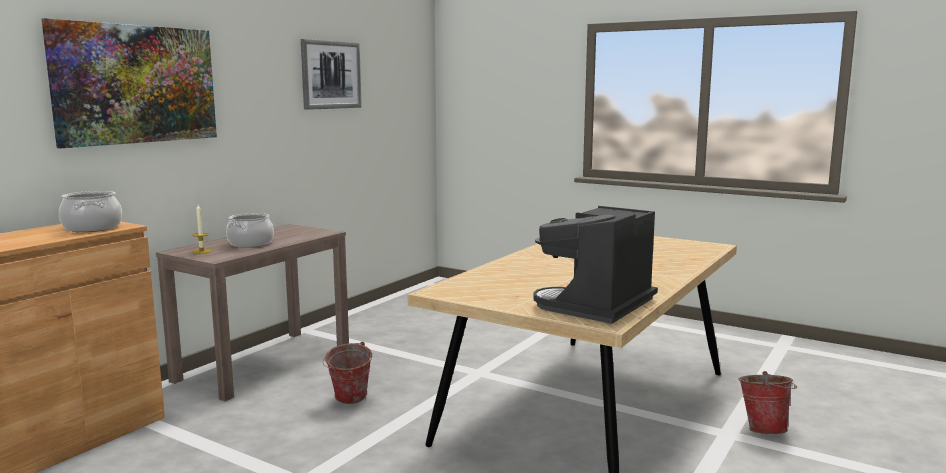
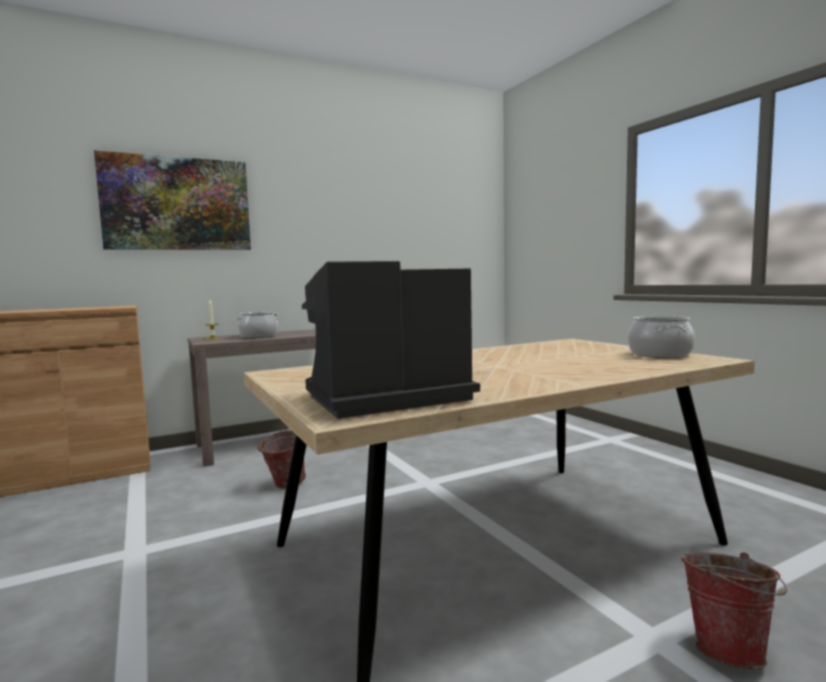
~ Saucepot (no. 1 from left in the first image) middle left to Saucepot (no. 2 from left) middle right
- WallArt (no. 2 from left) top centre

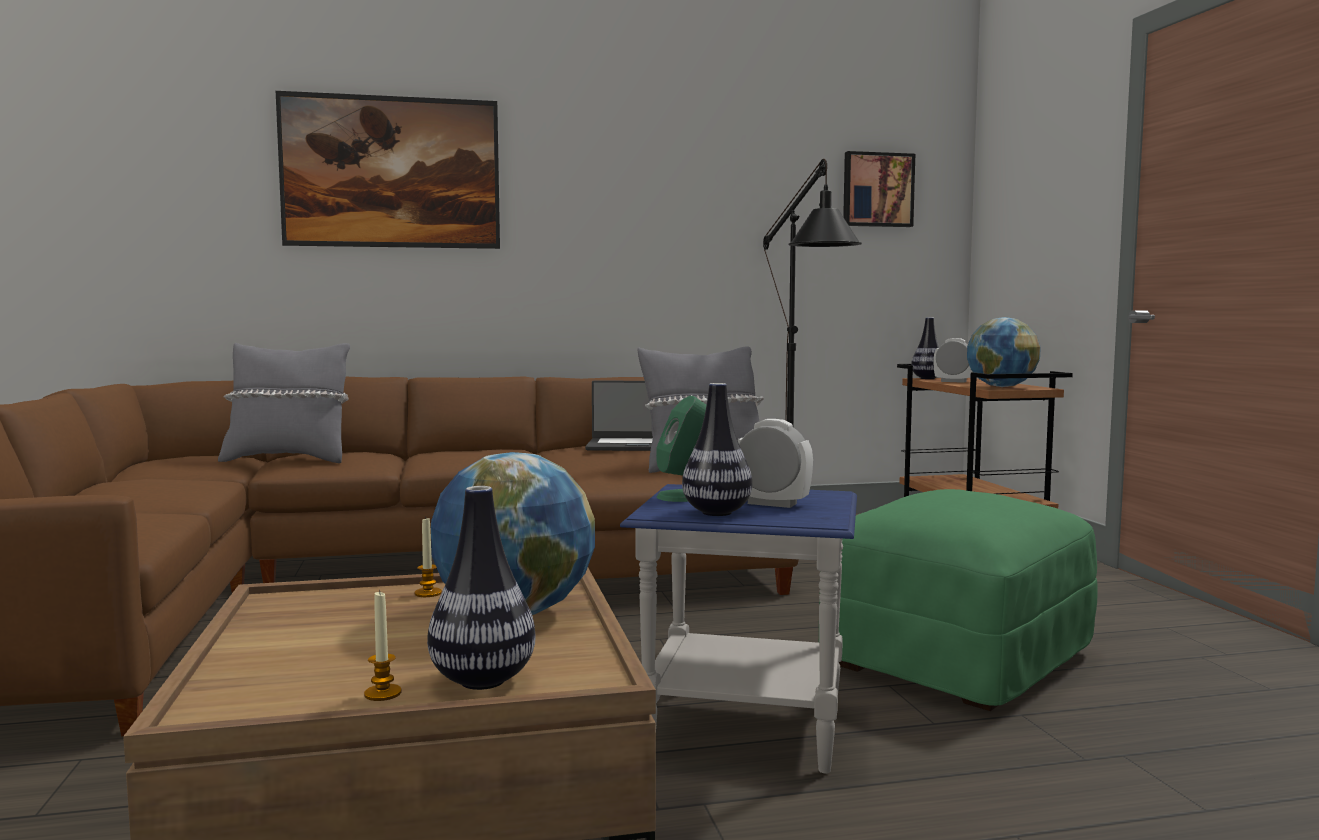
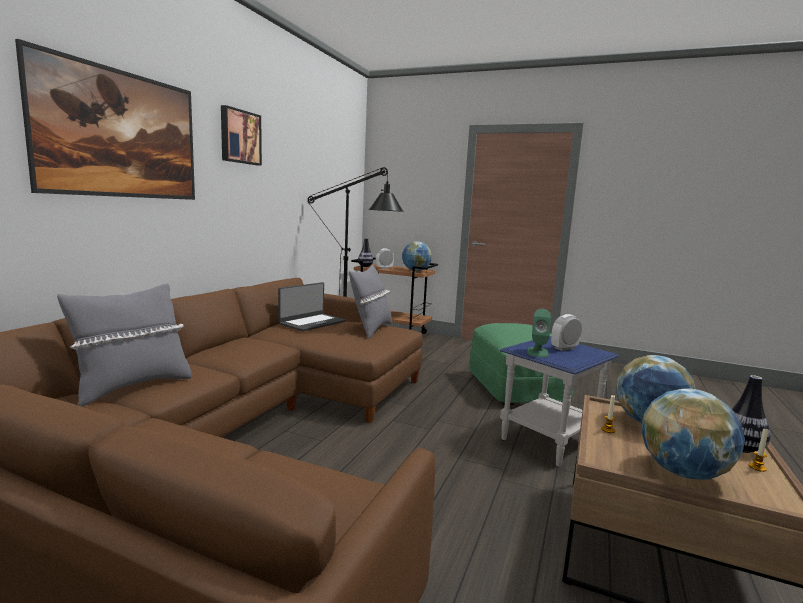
- DecorativeVase (no. 2 from left) centre
~ WallArt (no. 2 from left) top centre to top left
+ WorldGlobe (no. 3 from left) bottom right

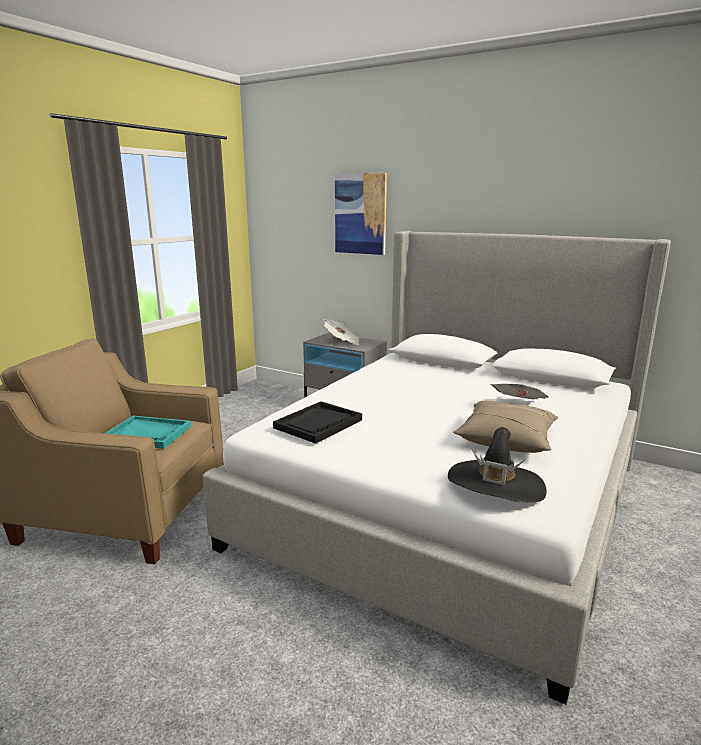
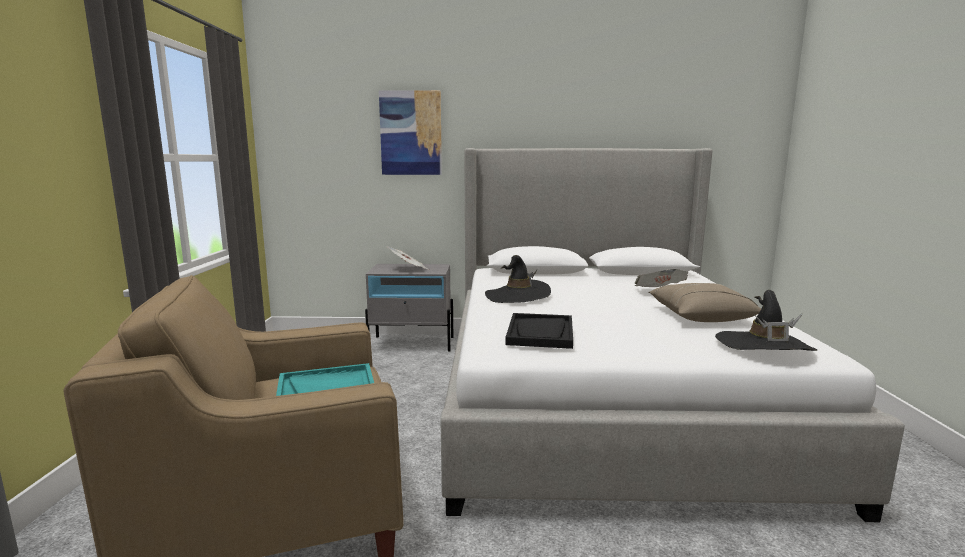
+ BlackColouredWearableHat (no. 1 from left) centre

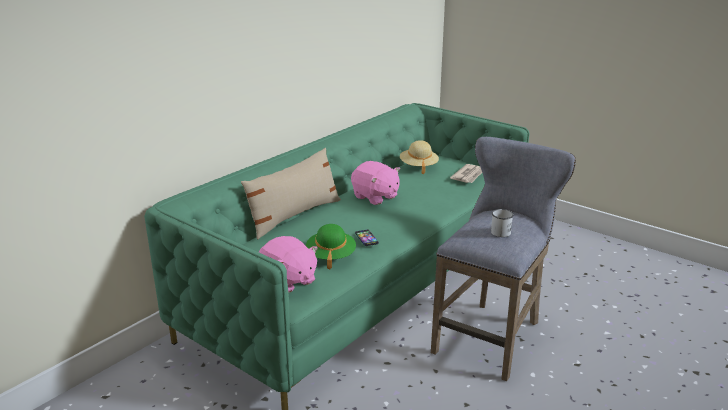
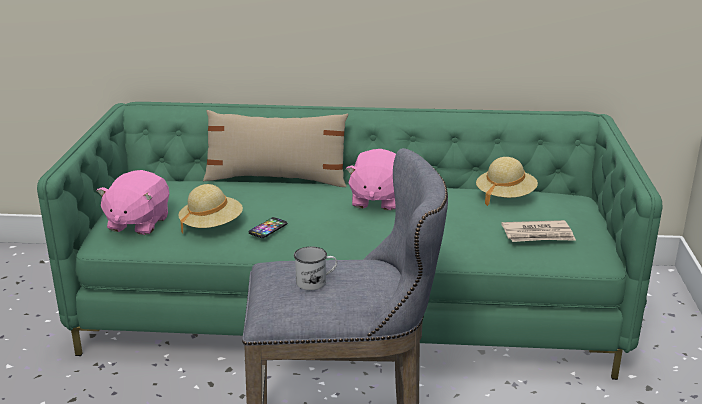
~ GreenColouredWearableHat centre to SandColouredWearableHat (no. 1 from left) middle left

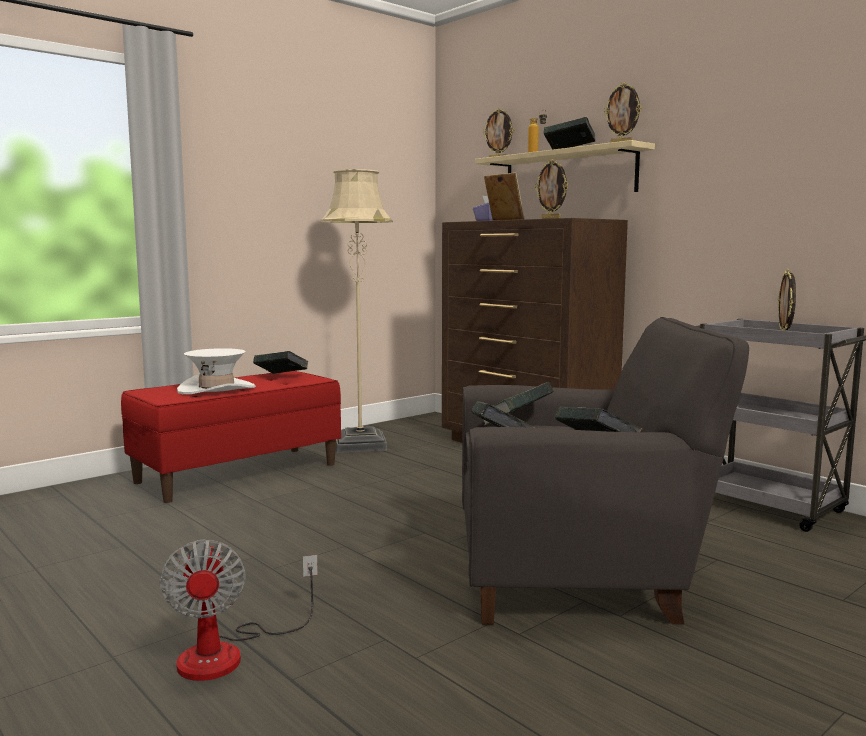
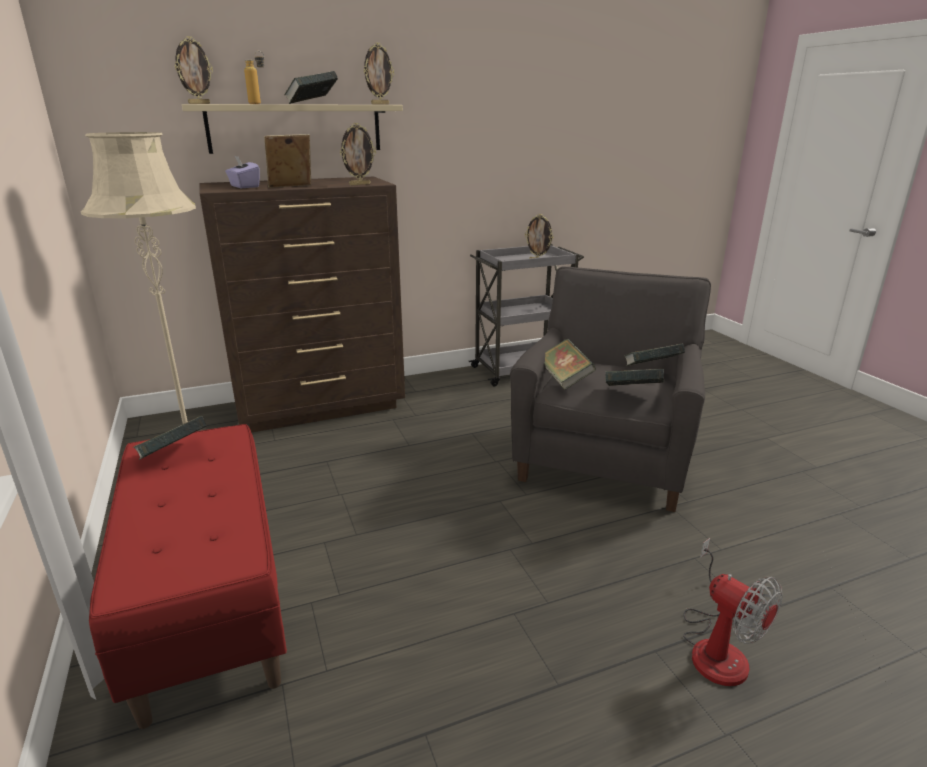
~ CoolingFan bottom left = bottom right 45 degrees clockwise
- WhiteColouredWearableHat middle left

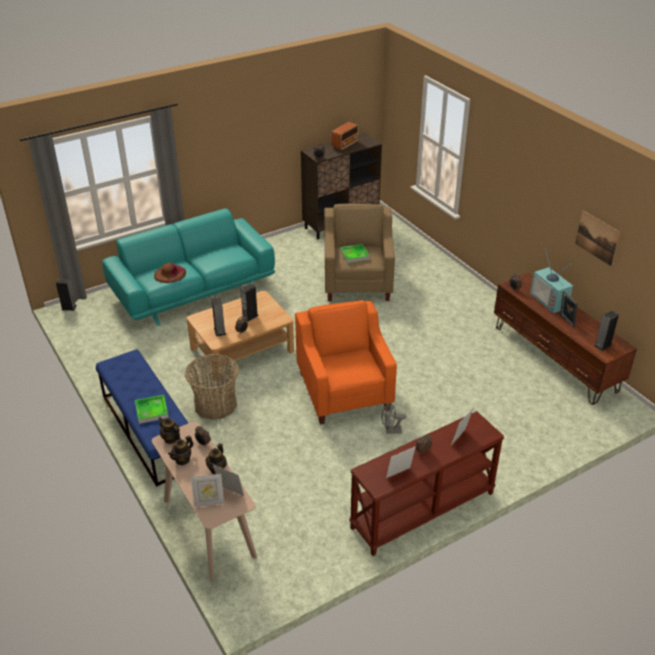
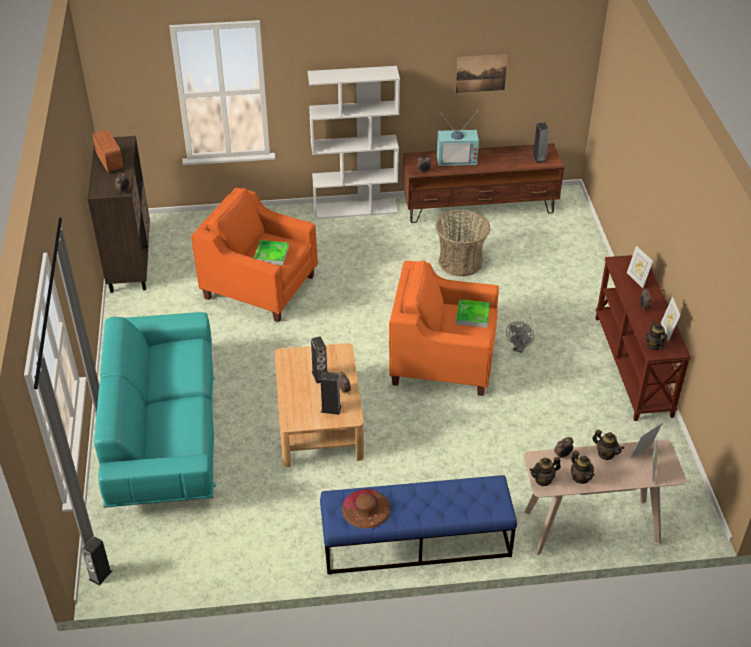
~ Tray (no. 1 from left in the first image) middle left to Tray (no. 2 from left) centre
~ BrownColouredWearableHat middle left to bottom centre
~ Basket middle left to centre
~ SandColouredArmchair centre to OrangeColouredArmchair (no. 1 from left) centre
- PhotoFrame (no. 5 from left) middle right
+ WhiteColouredBookcase top centre
+ PotForTea (no. 4 from left) middle right

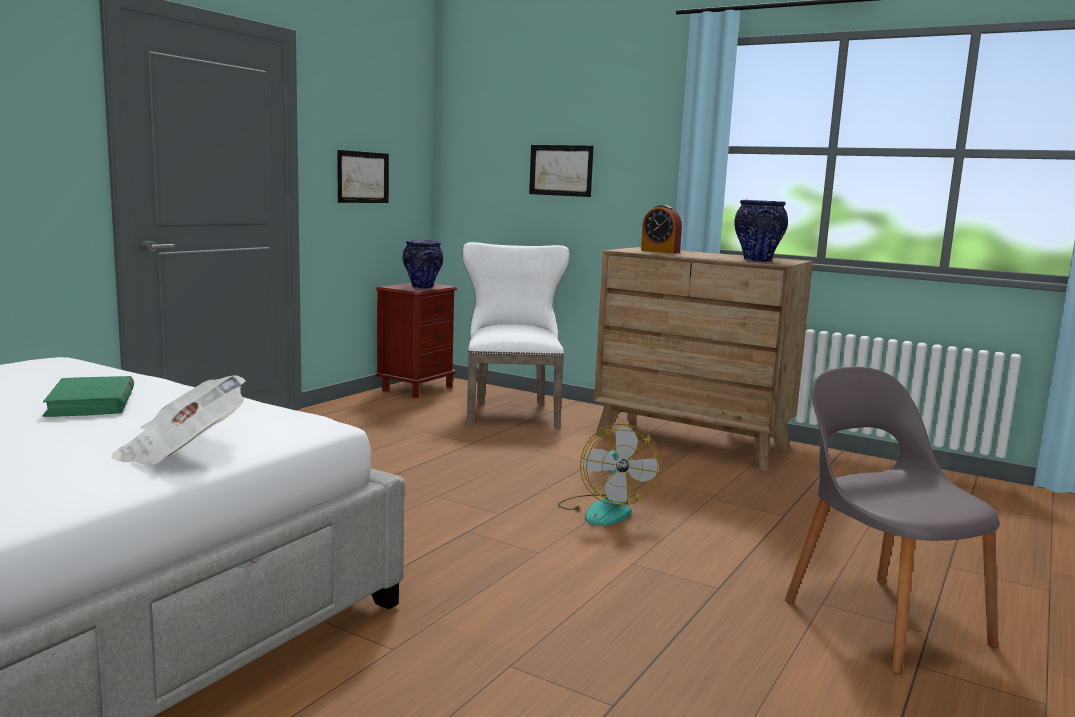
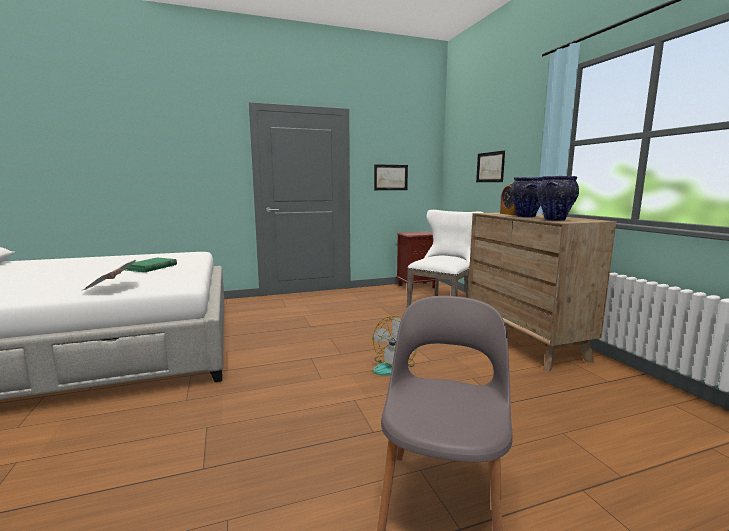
~ DecorativeVase (no. 1 from left) centre to middle right

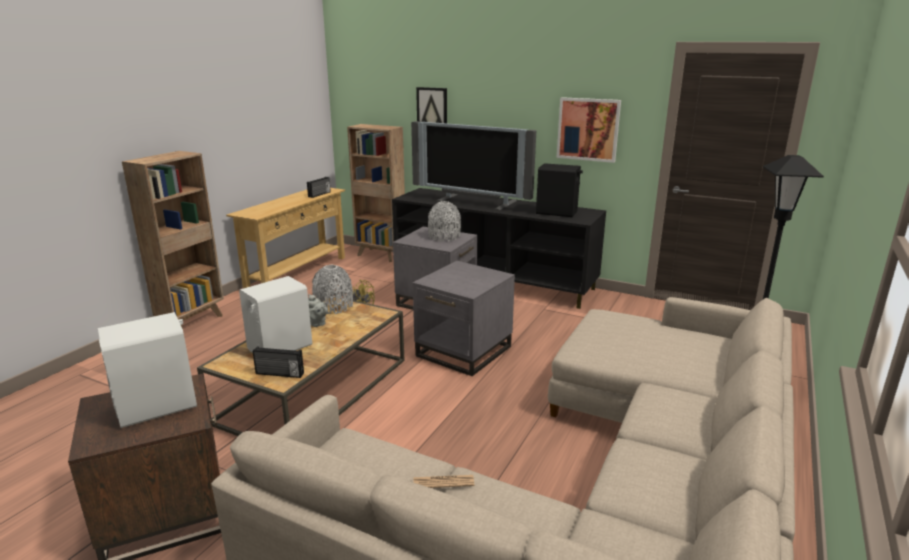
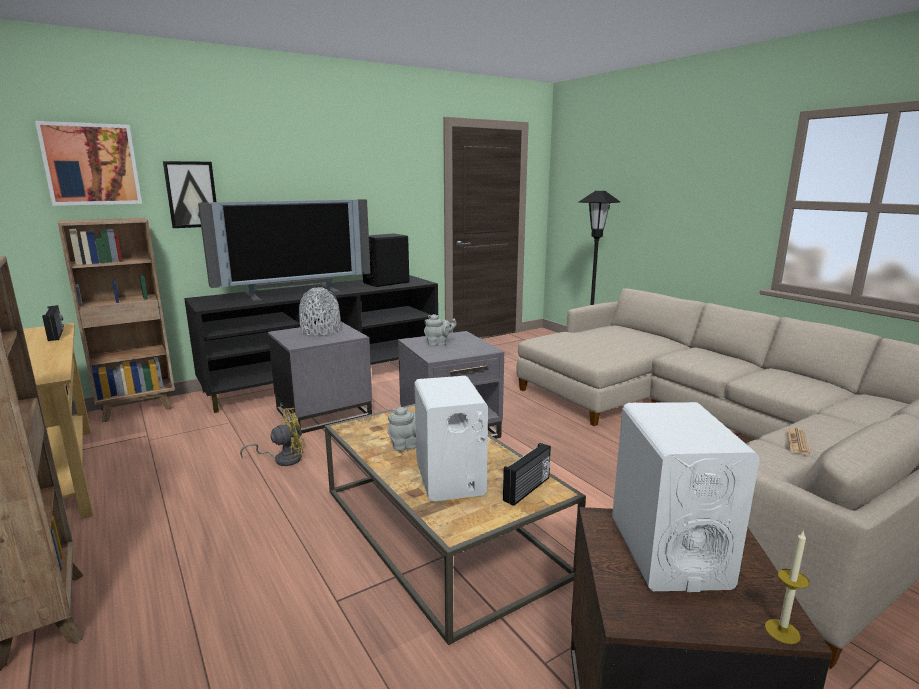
- GrayDecorativeVase (no. 1 from left) centre
~ WallArt (no. 2 from left in the first image) top centre to WallArt (no. 1 from left) top left
+ GrayPotForTea (no. 2 from left) centre
+ Candle bottom right

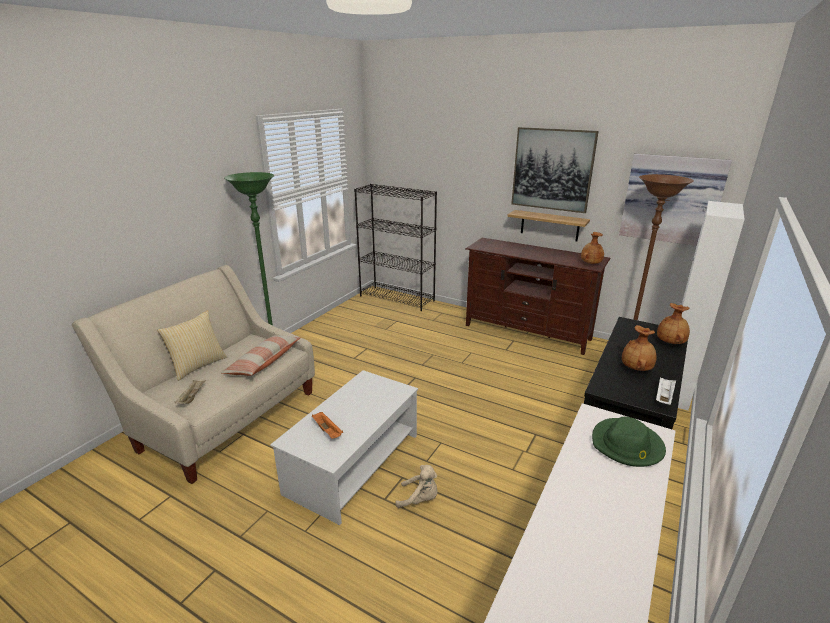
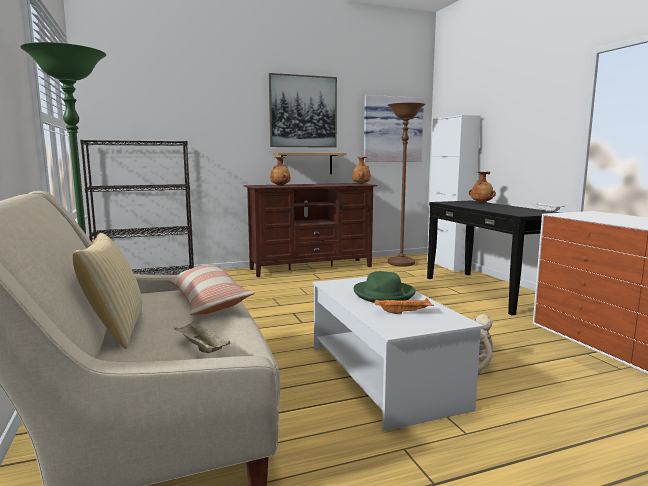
~ GreenColouredWearableHat bottom right to centre
~ BrownColouredDecorativeVase (no. 2 from left in the first image) middle right to BrownColouredDecorativeVase (no. 1 from left) centre

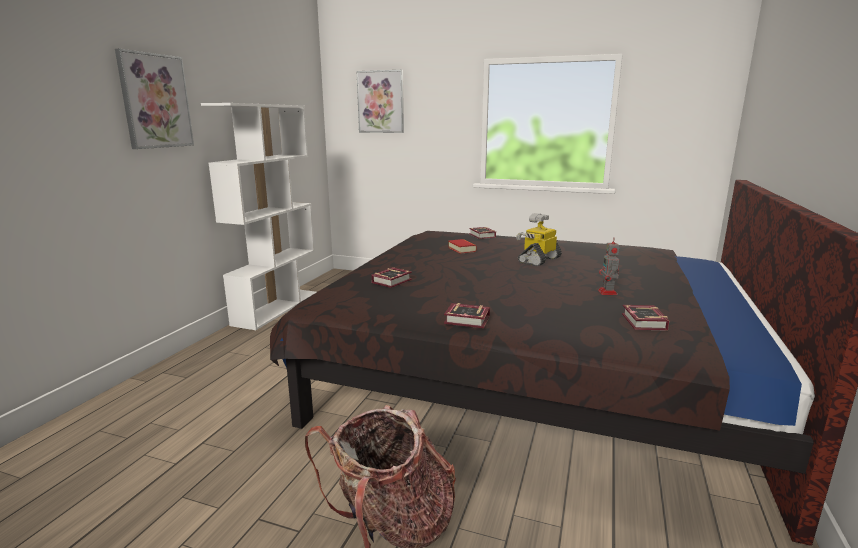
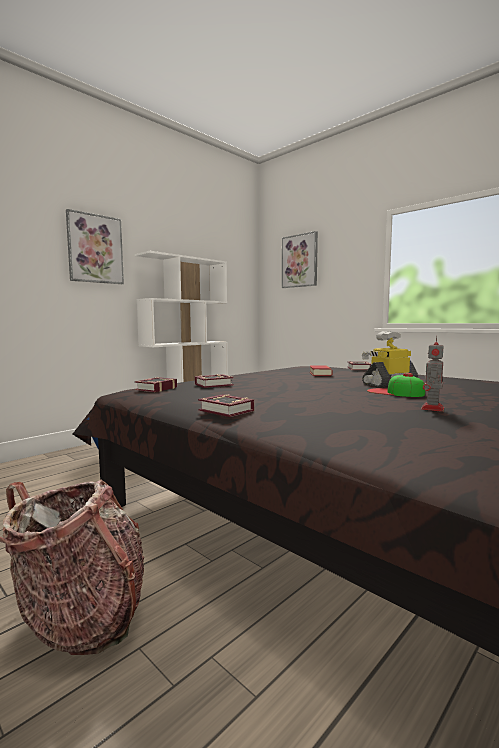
~ BoundBook (no. 5 from left in the first image) middle right to BoundBook (no. 1 from left) middle left
+ BaseballCap middle right

